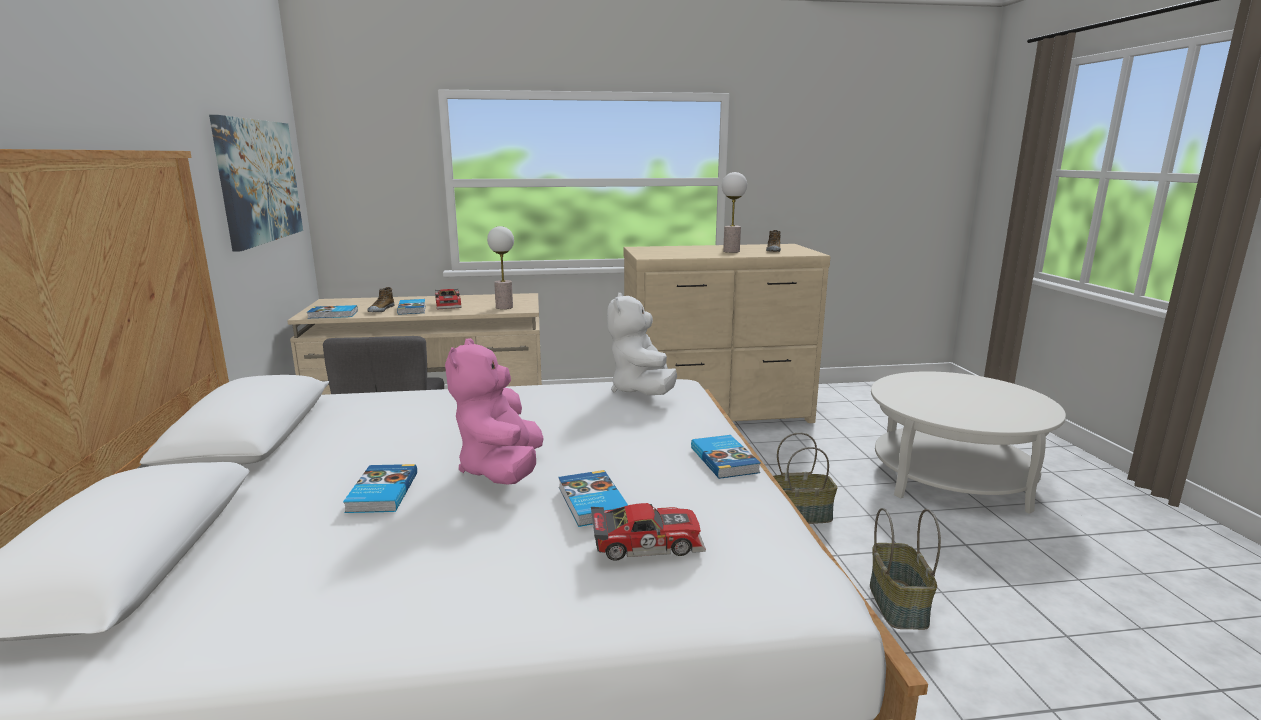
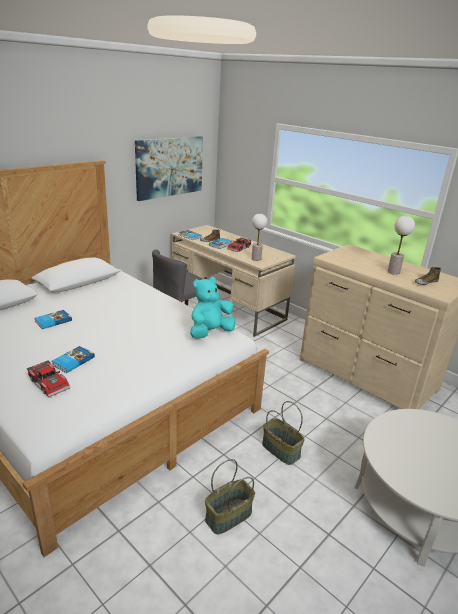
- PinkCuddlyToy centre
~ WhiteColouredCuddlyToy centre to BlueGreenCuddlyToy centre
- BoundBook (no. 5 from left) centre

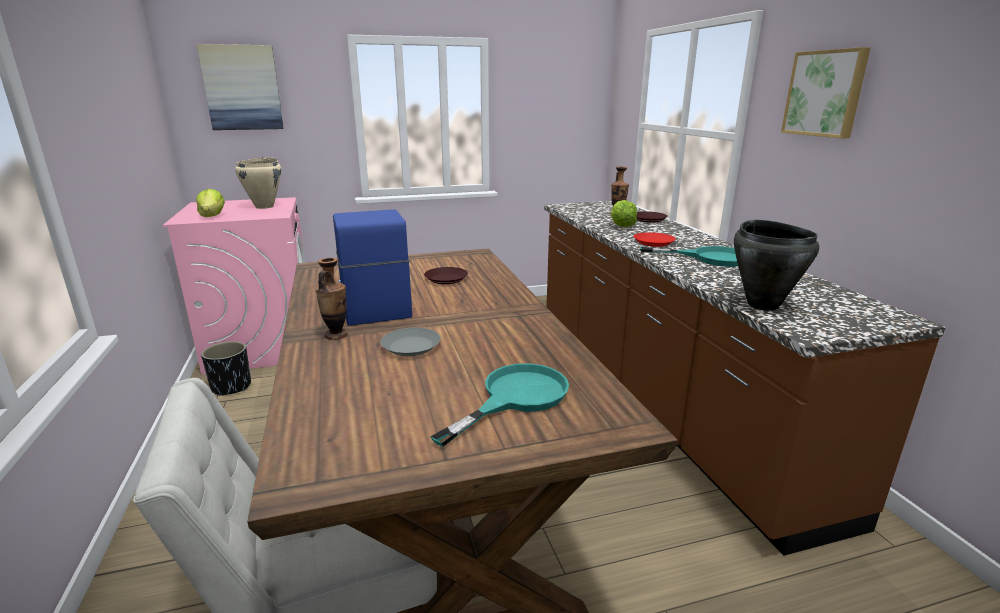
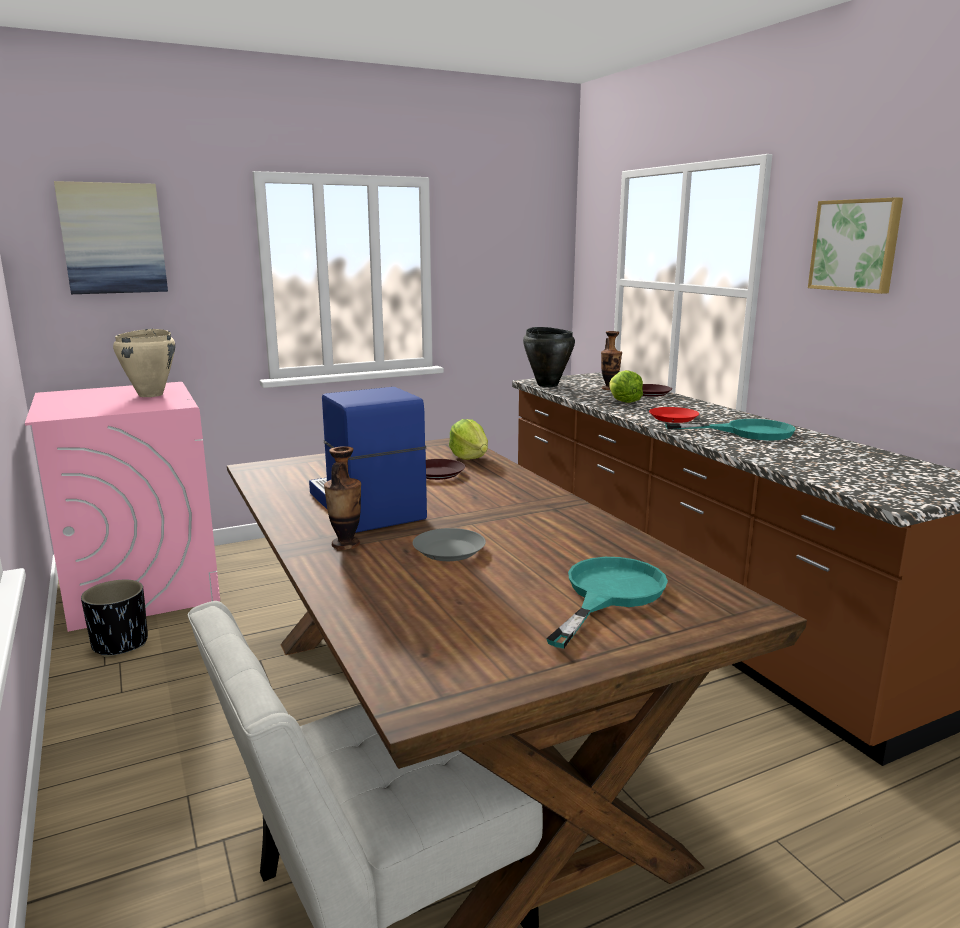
~ Lettuce (no. 1 from left) top left to centre
~ BlackColouredSaucepot middle right to centre

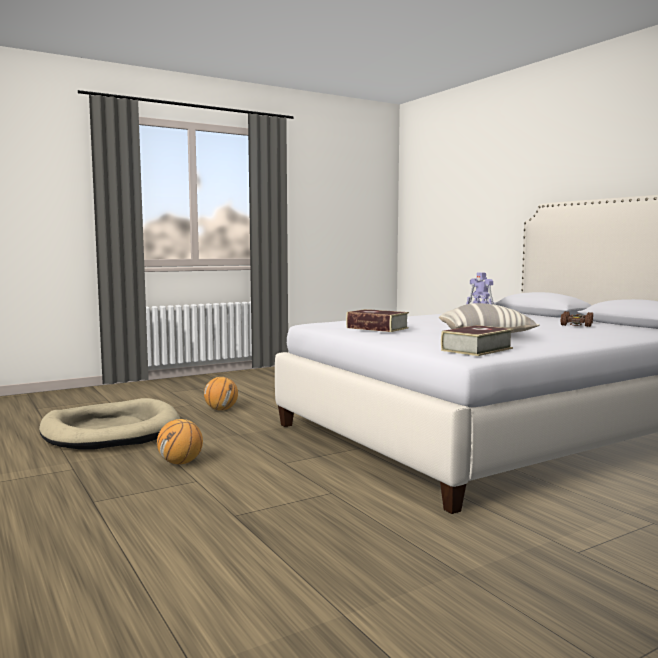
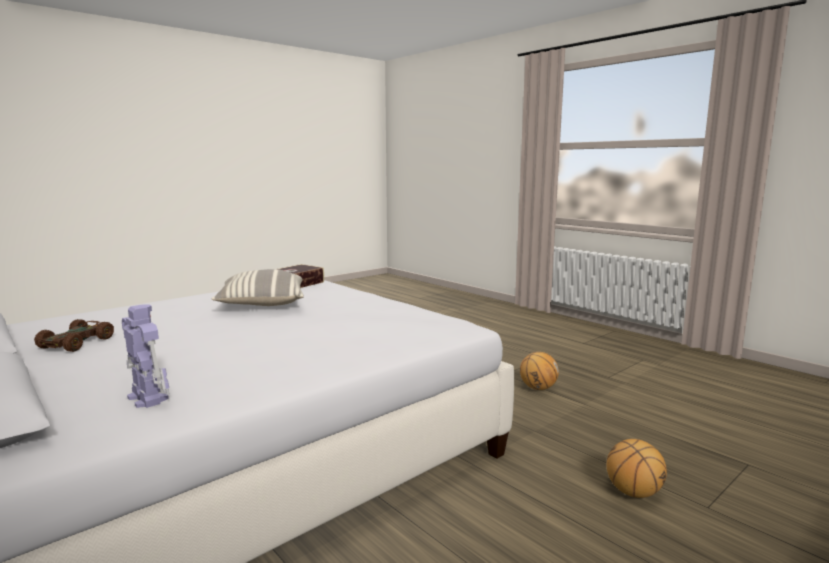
- SandColouredPetBed middle left
- BoundBook (no. 1 from left) centre

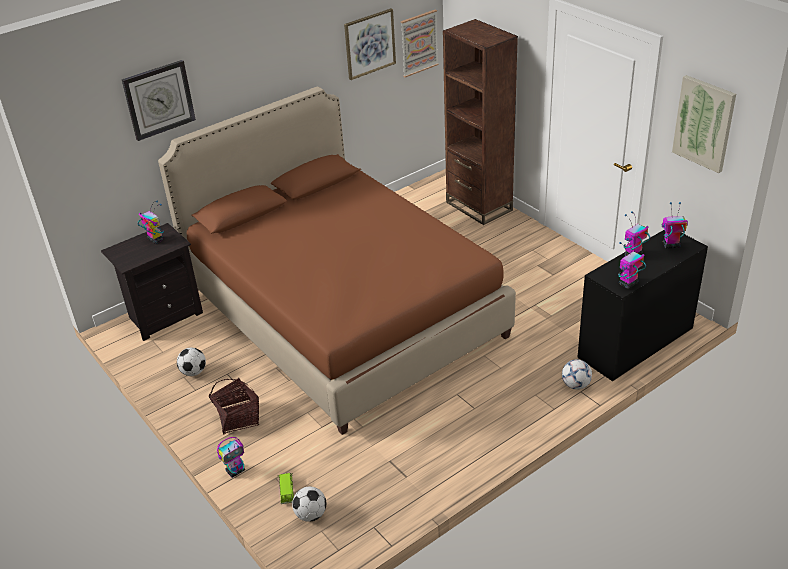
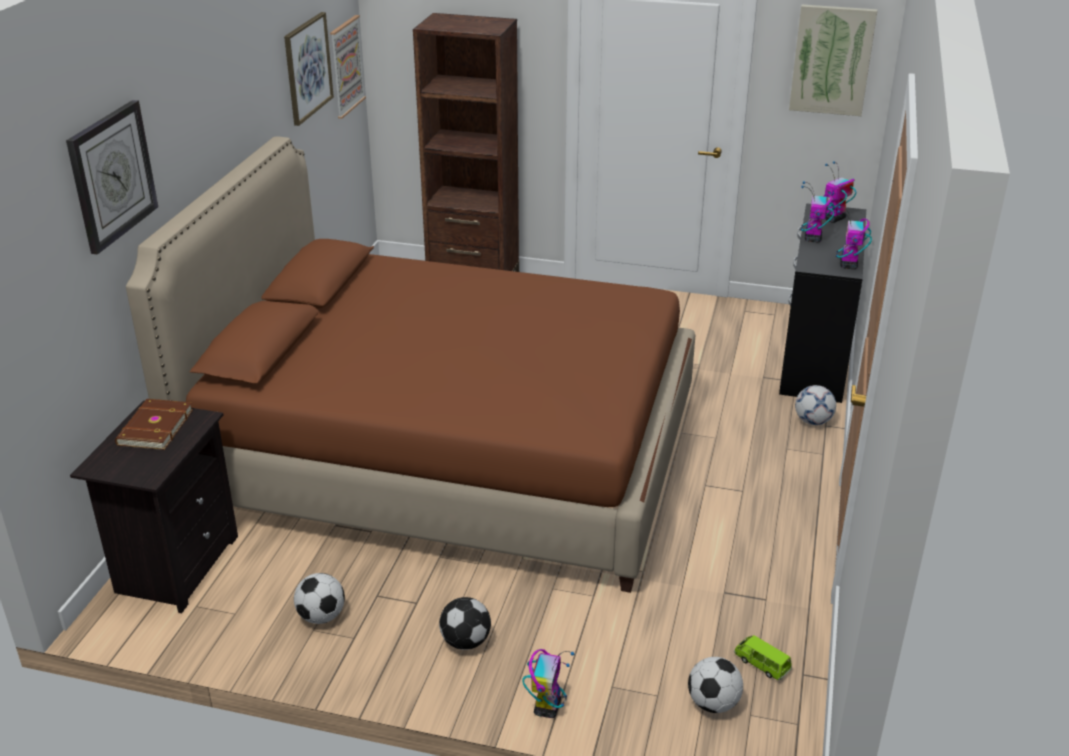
~ RobotFigure (no. 1 from left) middle left to BrownColouredBoundBook middle left
~ Basket bottom left to BallForFootball (no. 2 from left) bottom centre
~ GreenColouredModelCar bottom centre to bottom right

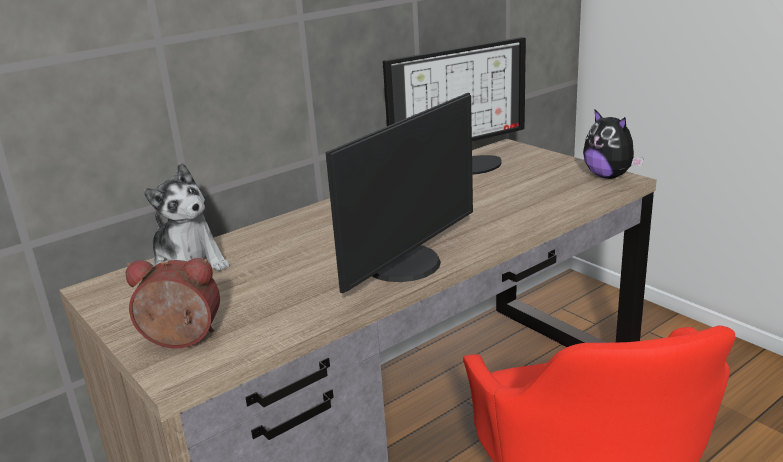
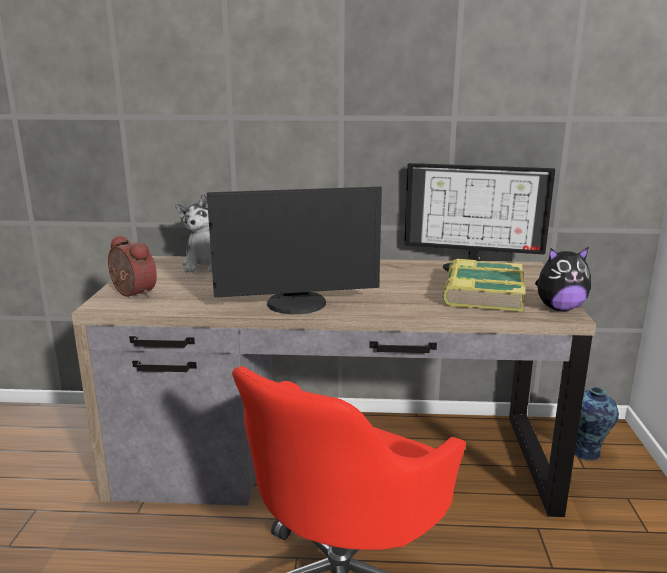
~ CuddlyToy (no. 2 from left) top right = middle right 105 degrees counterclockwise
+ BoundBook middle right
+ DecorativeVase bottom right

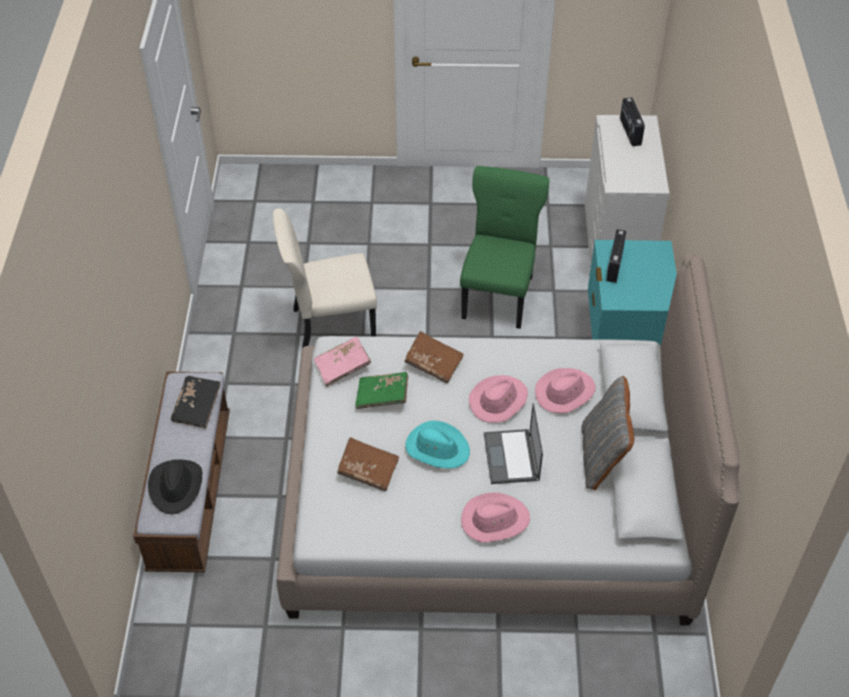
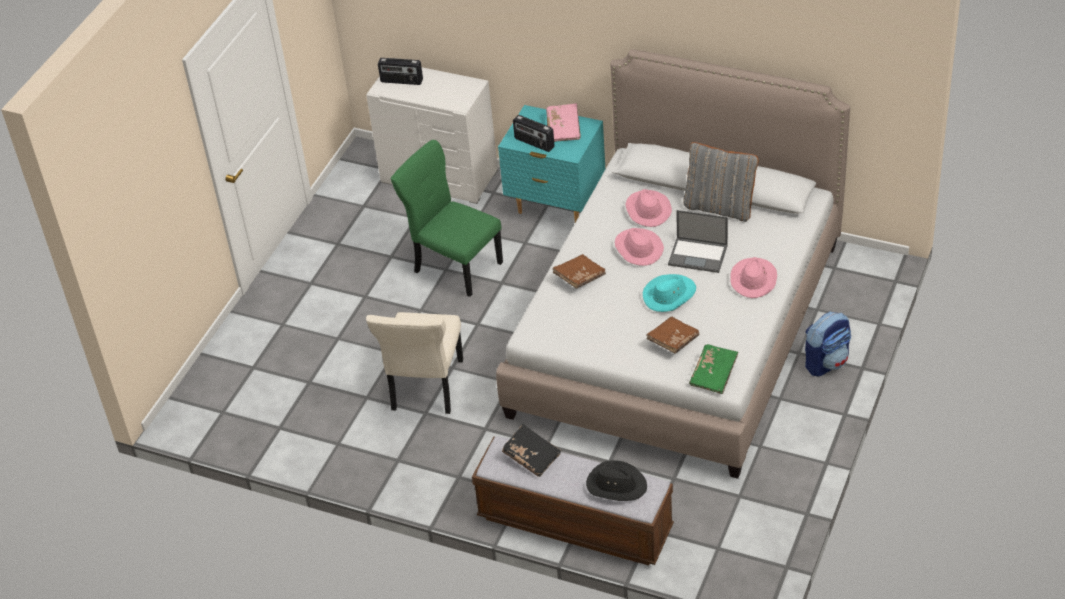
~ PinkBoundBook centre to top centre
~ GreenColouredBoundBook centre to middle right
+ Backpack middle right

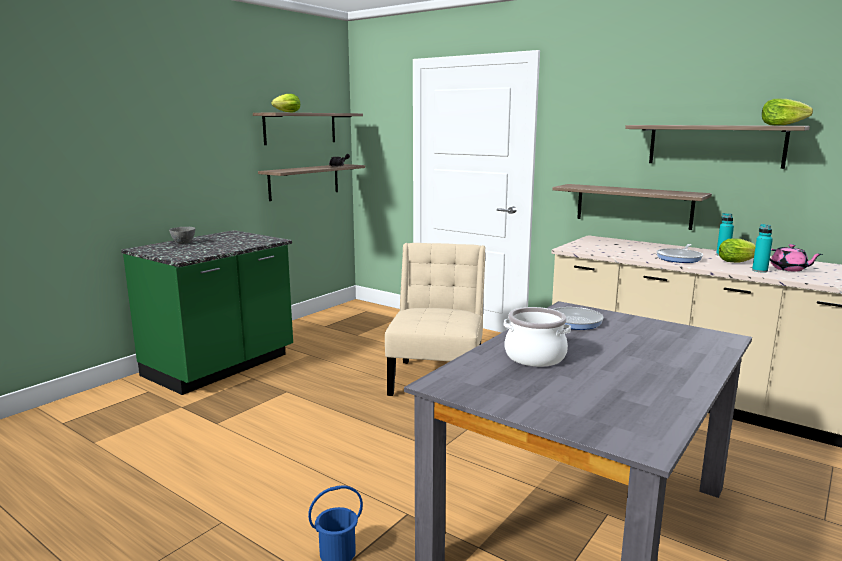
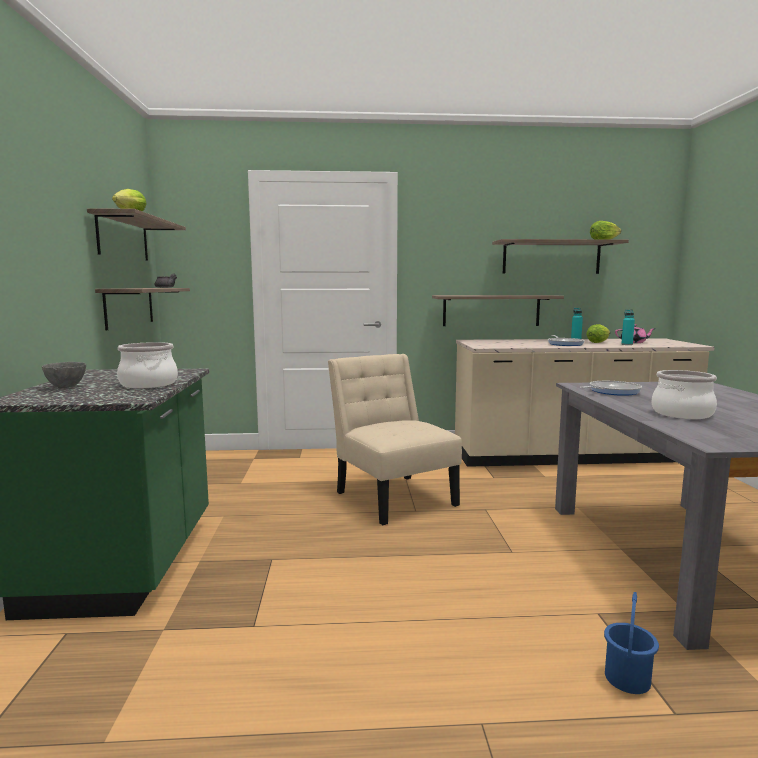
+ Saucepot (no. 1 from left) middle left

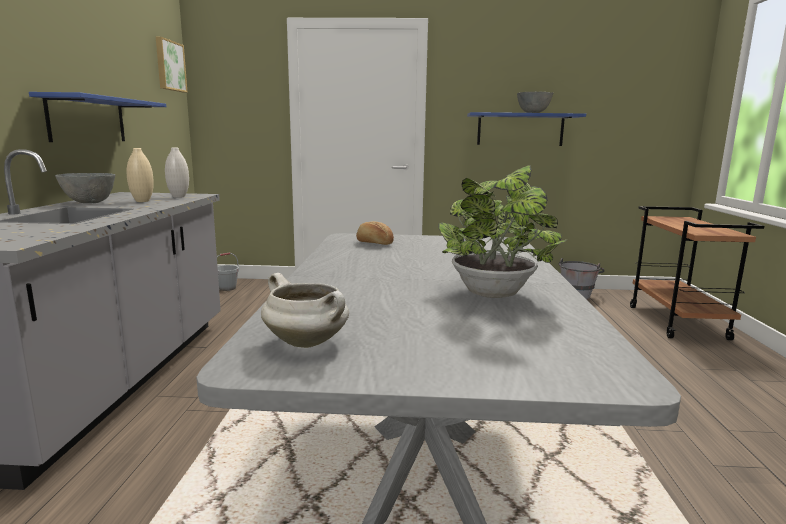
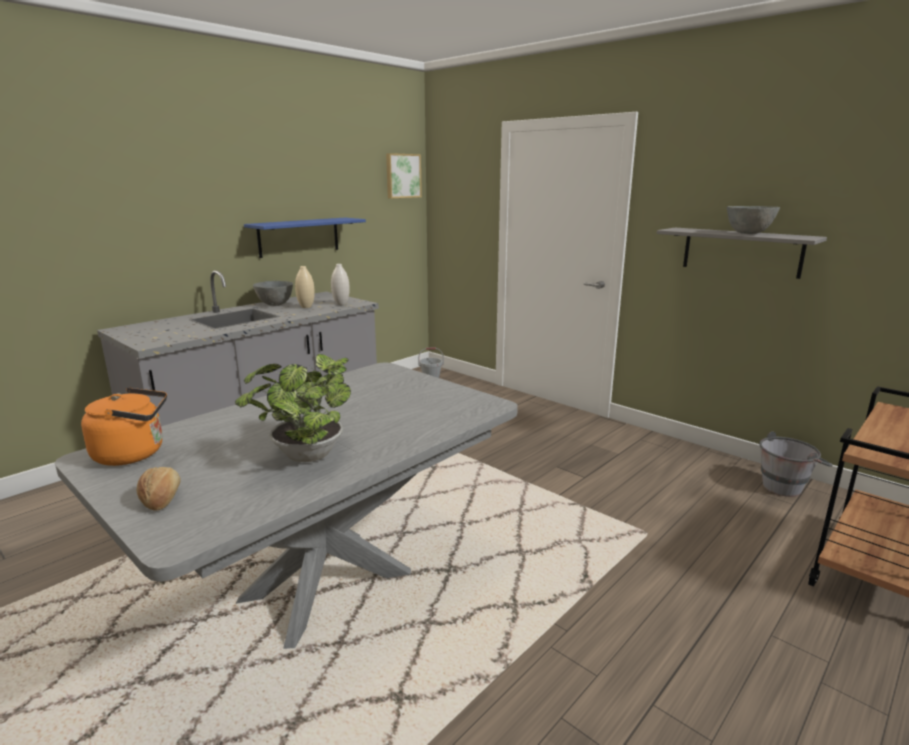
~ WhiteColouredSaucepot centre to OrangeColouredWaterKettle middle left
~ BakeryBread centre to middle left
~ BluishWallShelf (no. 2 from left) top right to GrayWallShelf middle right

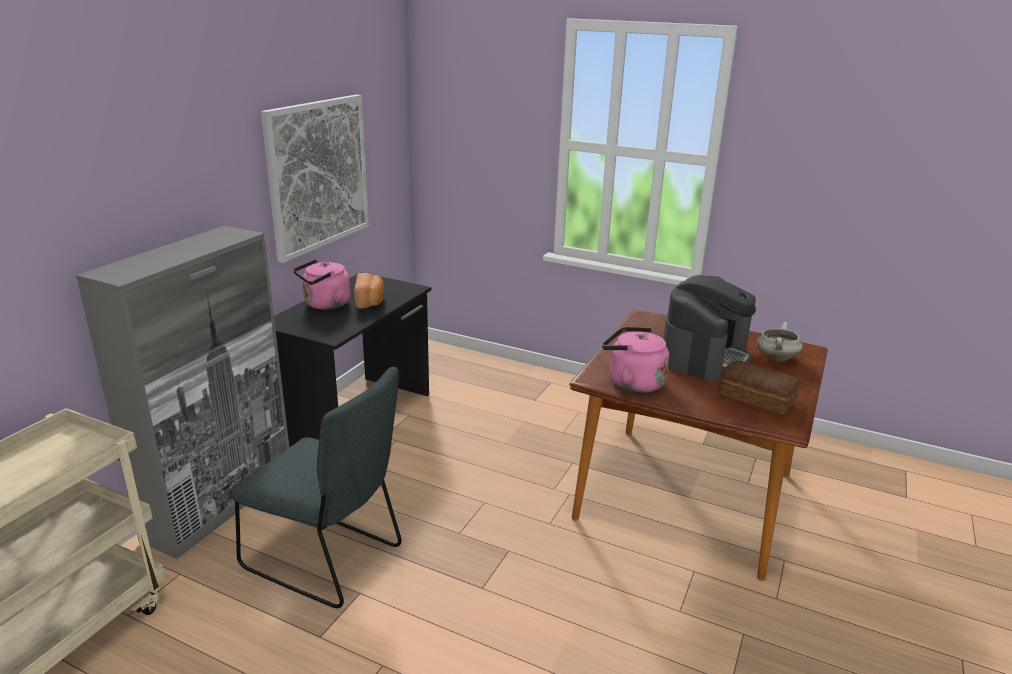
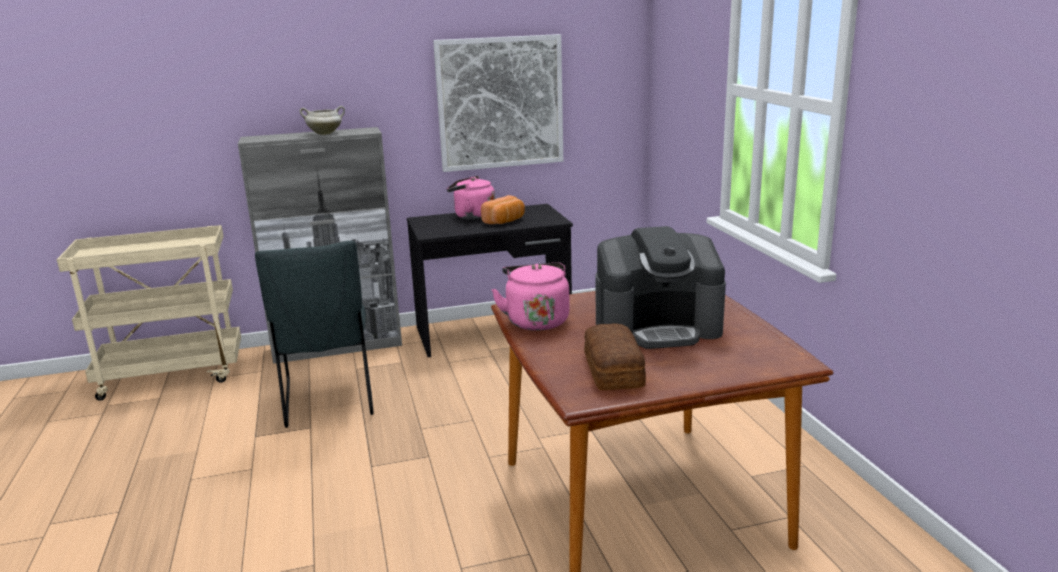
~ WhiteColouredSaucepot middle right to top left

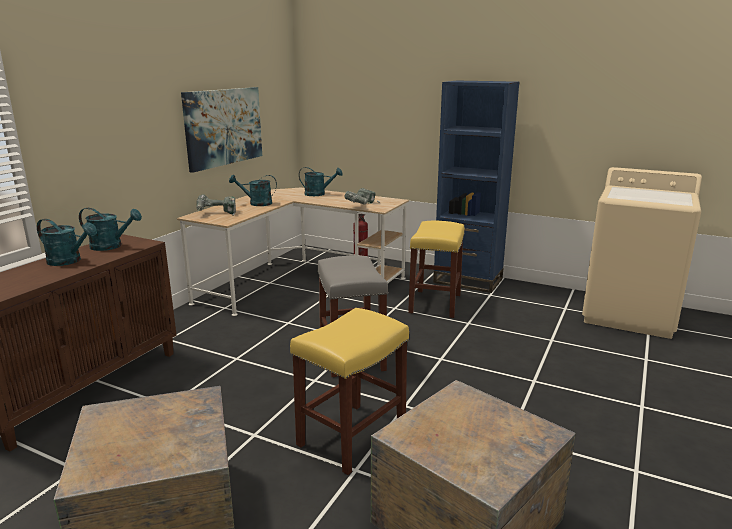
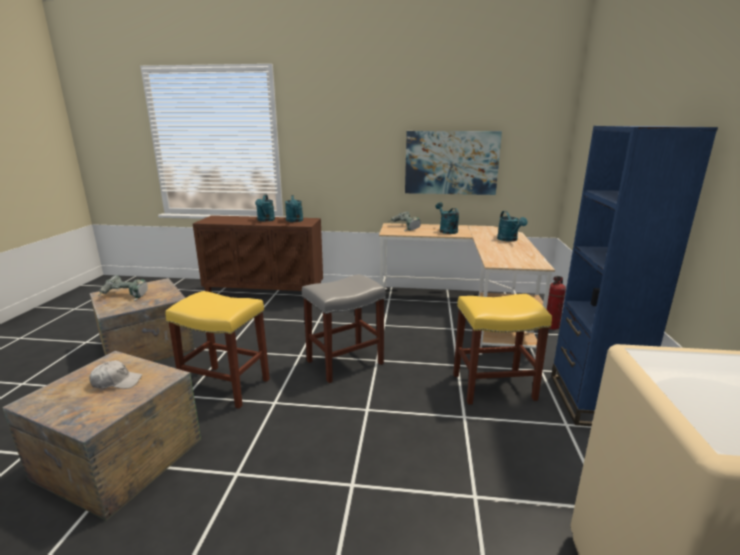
~ ElectricDrill (no. 2 from left in the first image) centre to ElectricDrill (no. 1 from left) middle left
+ WhiteColouredBaseballCap bottom left

